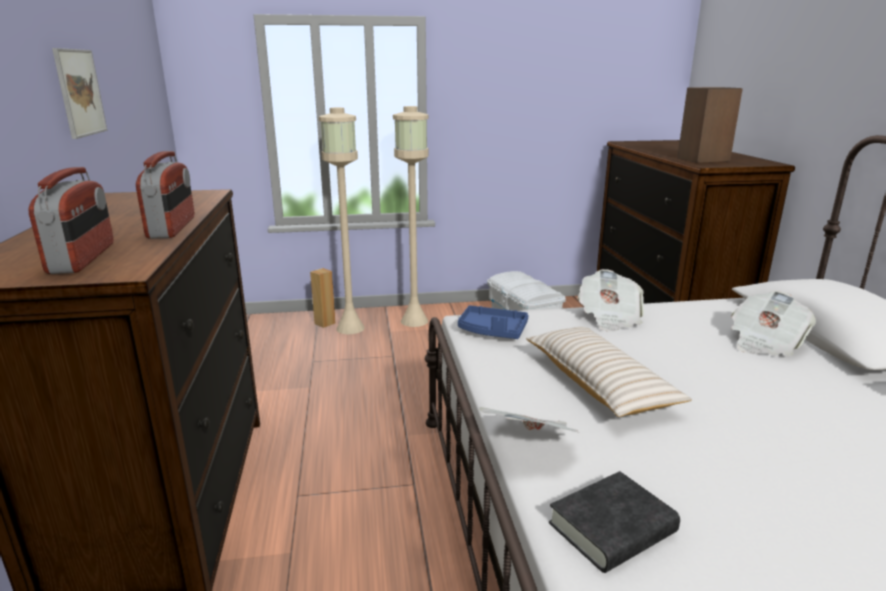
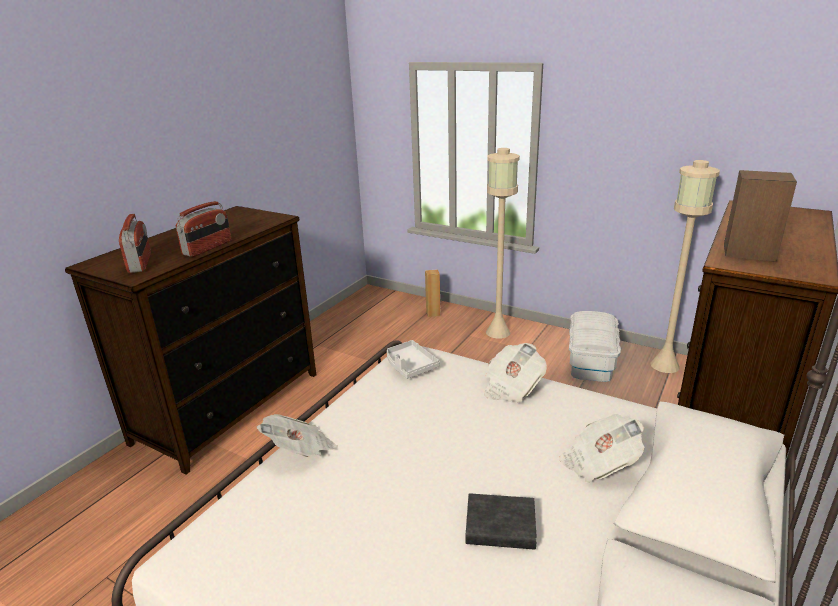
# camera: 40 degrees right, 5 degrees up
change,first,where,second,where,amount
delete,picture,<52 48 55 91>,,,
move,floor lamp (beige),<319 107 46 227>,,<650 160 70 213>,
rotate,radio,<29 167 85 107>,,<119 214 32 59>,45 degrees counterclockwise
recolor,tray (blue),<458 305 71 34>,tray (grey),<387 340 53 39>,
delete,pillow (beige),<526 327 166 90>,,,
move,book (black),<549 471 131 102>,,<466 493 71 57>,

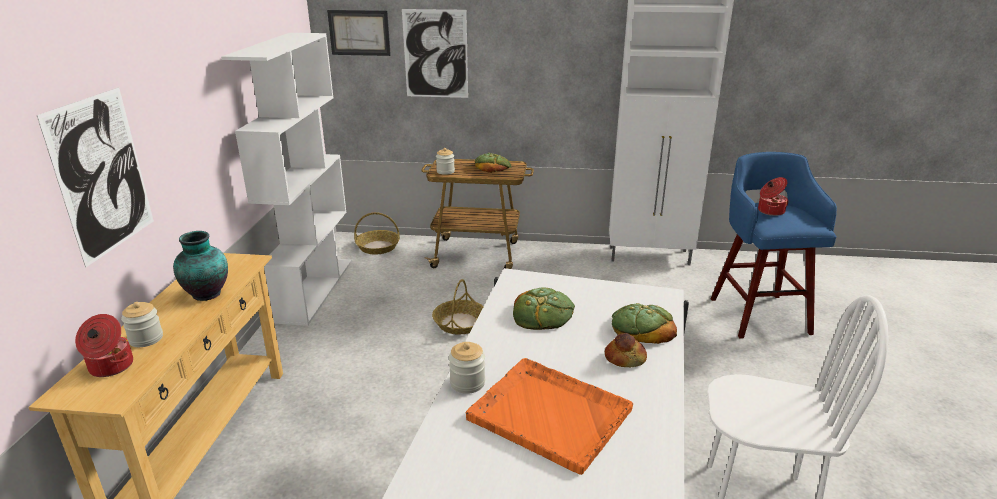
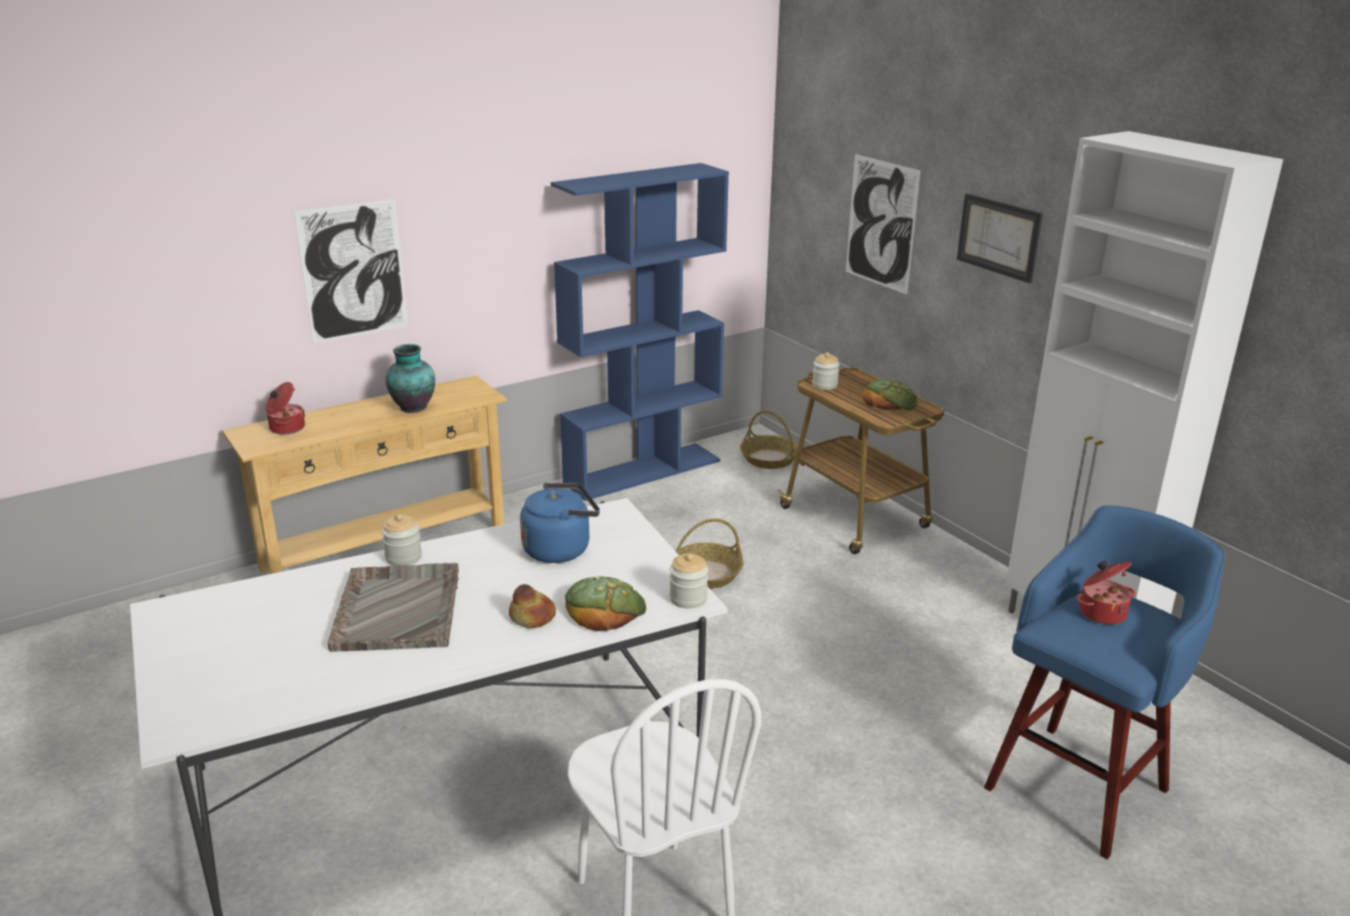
# camera: 50 degrees right, 0 degrees up
change,first,where,second,where,amount
move,picture,<327 10 64 46>,,<957 193 86 90>,
recolor,bookcase (white),<221 33 131 293>,bookcase (blue),<551 163 178 338>,
replace,bread,<513 287 62 43>,kettle (blue),<520 483 80 80>,
move,jar,<121 302 42 45>,,<669 553 39 56>,
recolor,tray (orange),<466 358 167 117>,tray (grey),<328 563 131 89>,

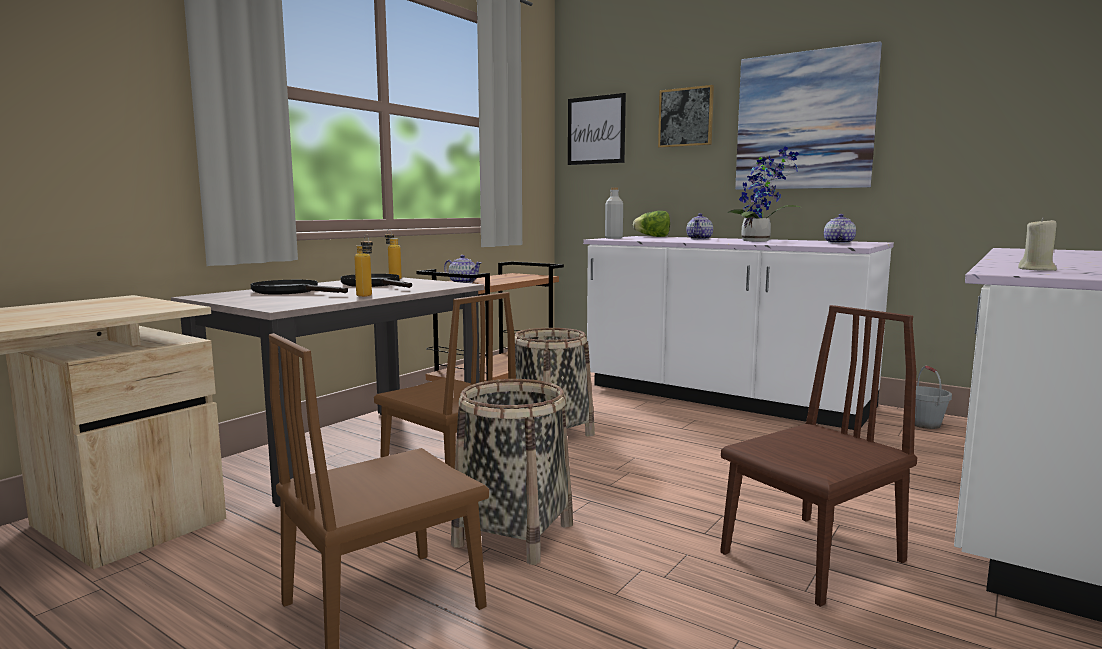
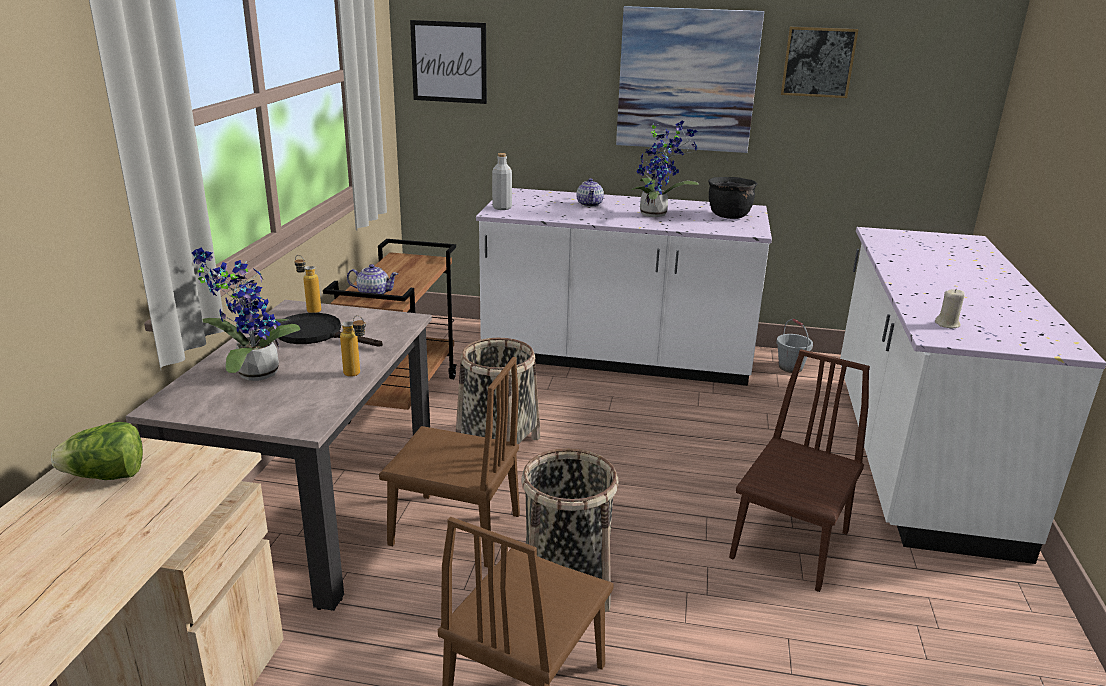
# camera: 25 degrees left, 15 degrees up
change,first,where,second,where,amount
move,picture,<658 85 56 63>,,<781 26 78 72>,
move,lettuce,<633 211 37 26>,,<51 422 92 58>,
replace,teapot,<824 214 32 29>,cooking pot (black),<708 177 49 42>,
replace,frying pan (black),<251 280 97 15>,potted plant,<192 248 108 133>,

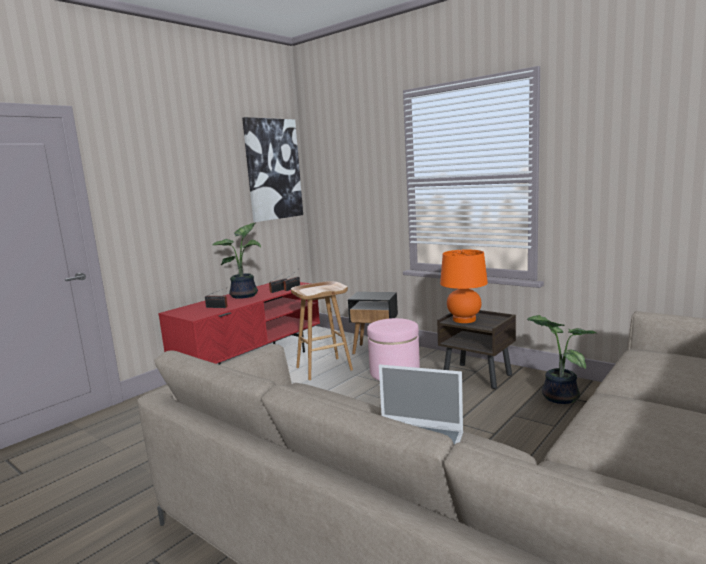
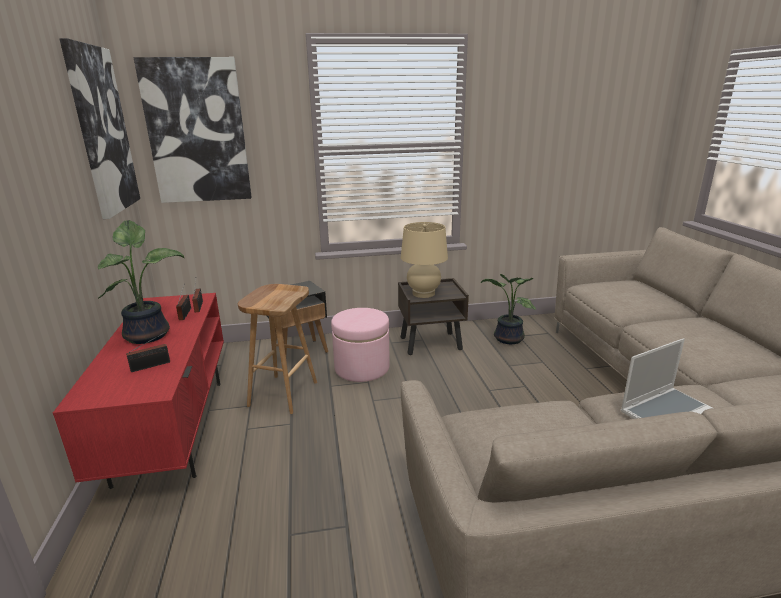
# camera: 50 degrees left, 10 degrees up
change,first,where,second,where,amount
recolor,table lamp (orange),<440 250 48 73>,table lamp (beige),<401 222 47 76>,
insert,,,picture,<133 57 119 146>,

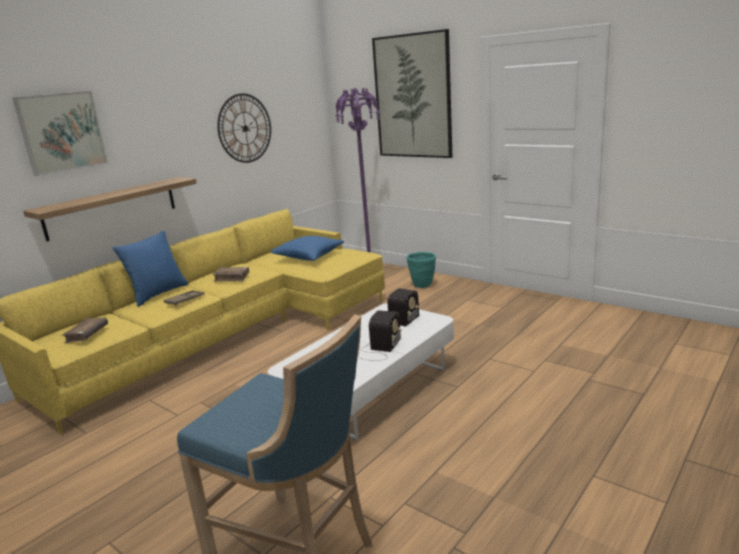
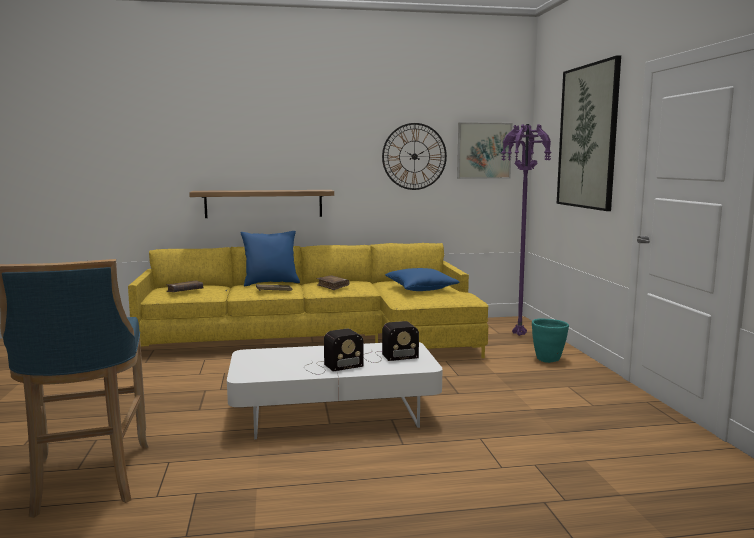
# camera: 40 degrees right, 10 degrees down
change,first,where,second,where,amount
move,picture,<13 91 95 85>,,<457 122 56 57>,

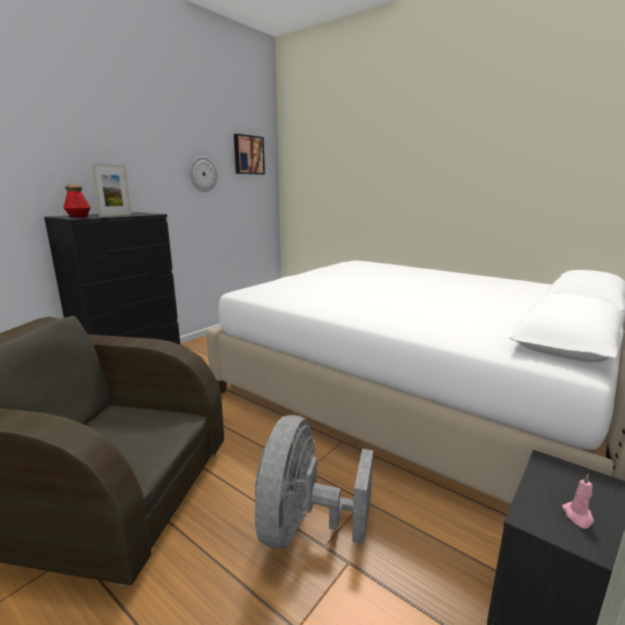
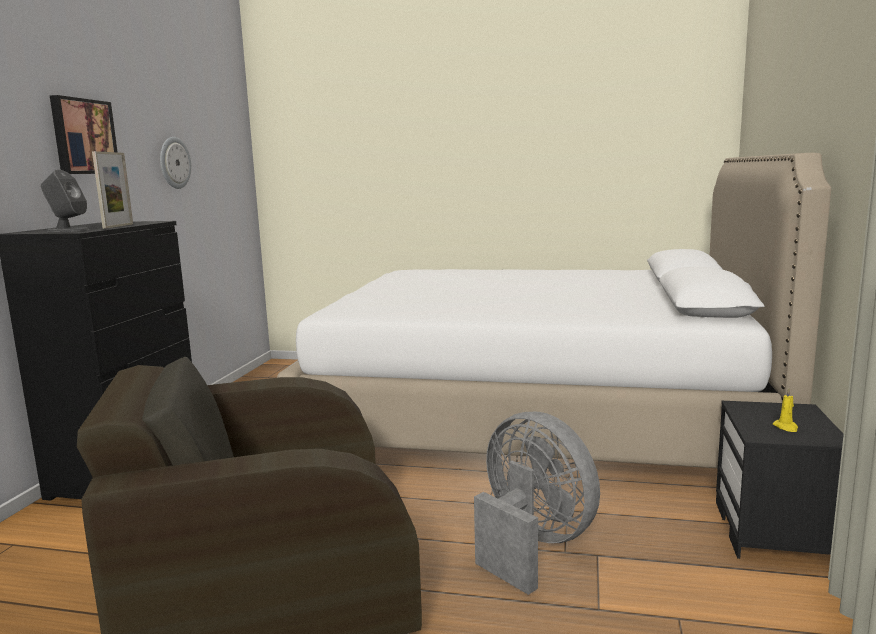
# camera: 25 degrees left, 5 degrees down
change,first,where,second,where,amount
move,picture,<234 134 31 41>,,<50 95 67 79>,
replace,bottle,<63 184 28 34>,speaker (grey),<41 170 48 62>,
rotate,fan (grey),<255 415 118 134>,,<474 412 126 183>,150 degrees clockwise
recolor,candle (pink),<562 474 32 55>,candle (yellow),<773 388 25 44>,

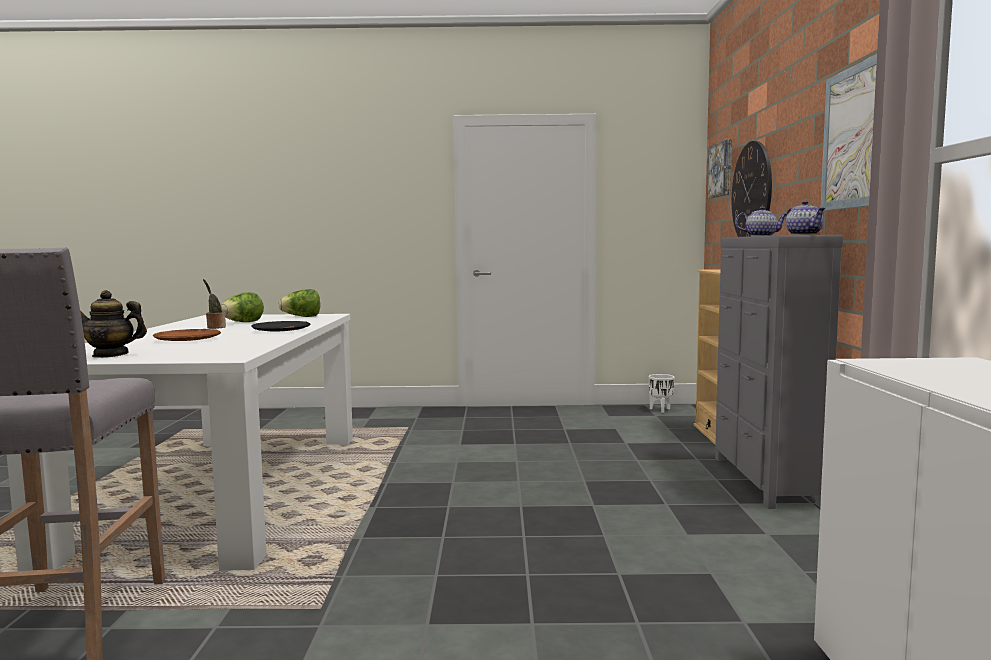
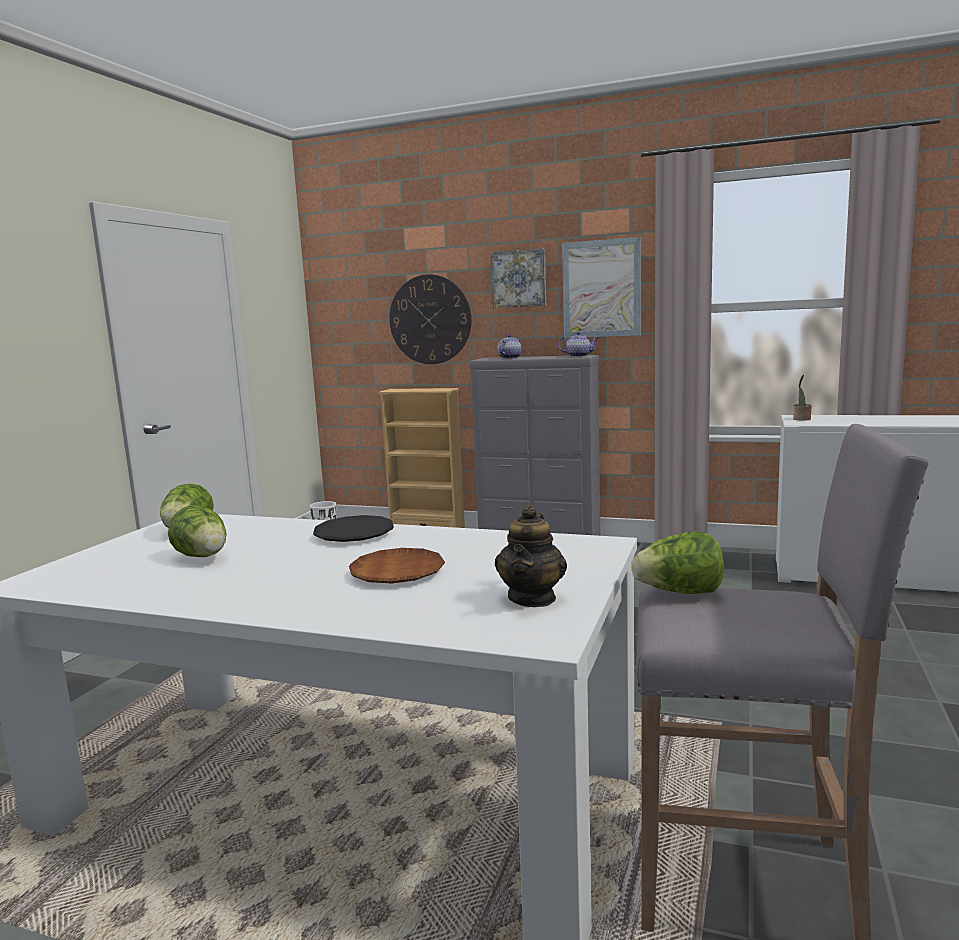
# camera: 70 degrees left, 5 degrees up
change,first,where,second,where,amount
move,picture,<707 139 25 59>,,<491 249 55 59>,
move,potted plant,<203 279 23 50>,,<793 375 19 46>,
insert,,,lettuce,<631 531 93 63>,

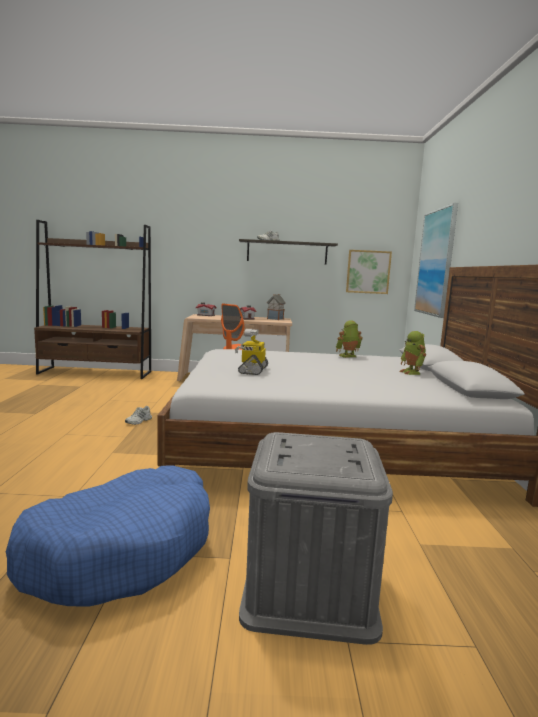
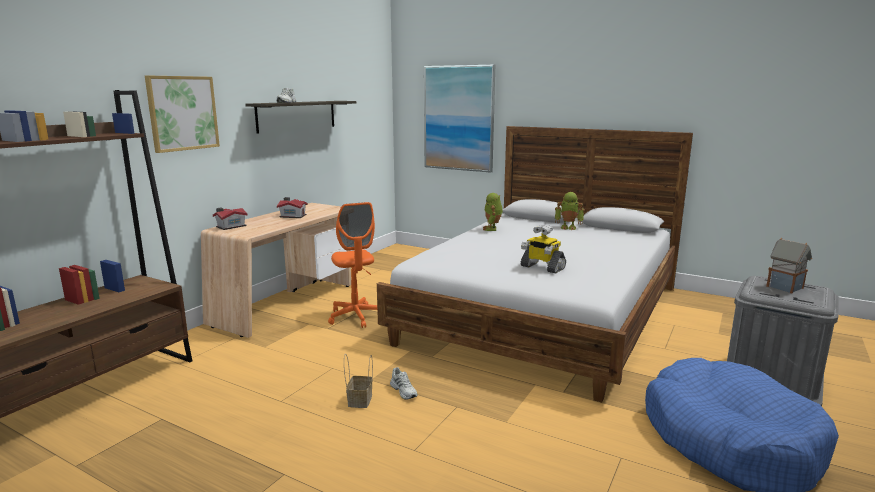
# camera: 60 degrees left, 5 degrees up
change,first,where,second,where,amount
move,picture,<346 250 46 44>,,<145 76 75 77>,
move,toy house,<267 294 18 26>,,<766 238 46 56>,
insert,,,basket,<344 354 29 54>,

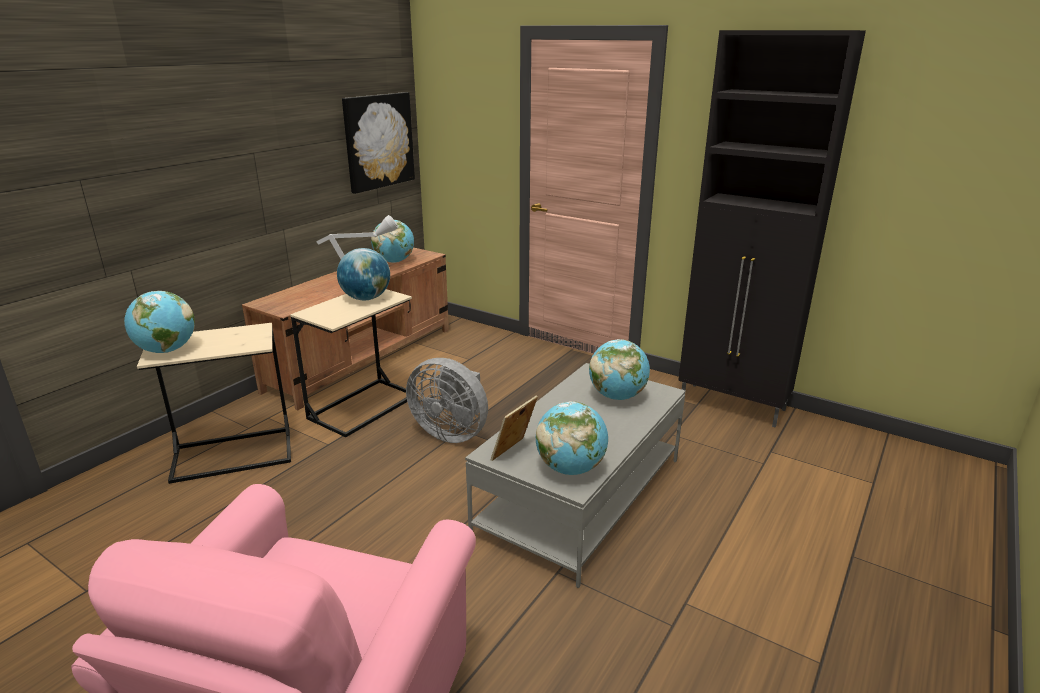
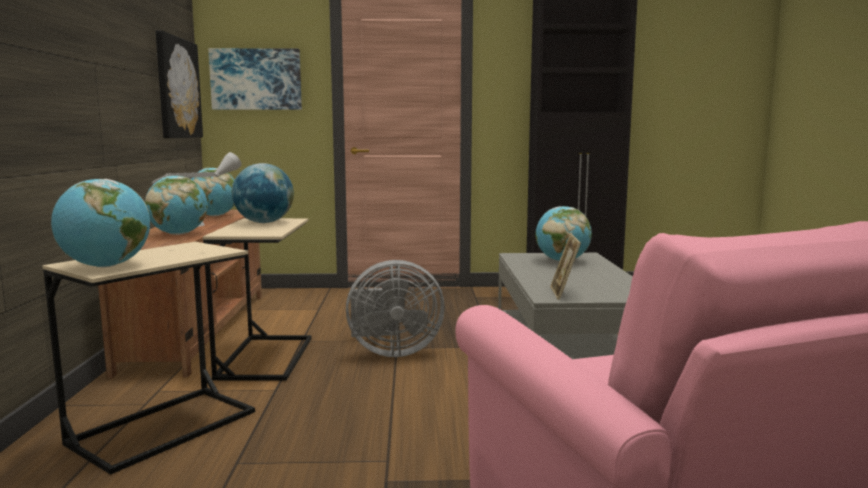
# camera: 35 degrees left, 15 degrees down
change,first,where,second,where,amount
move,globe,<536 401 72 74>,,<145 176 63 59>,
insert,,,picture,<208 48 94 62>,

